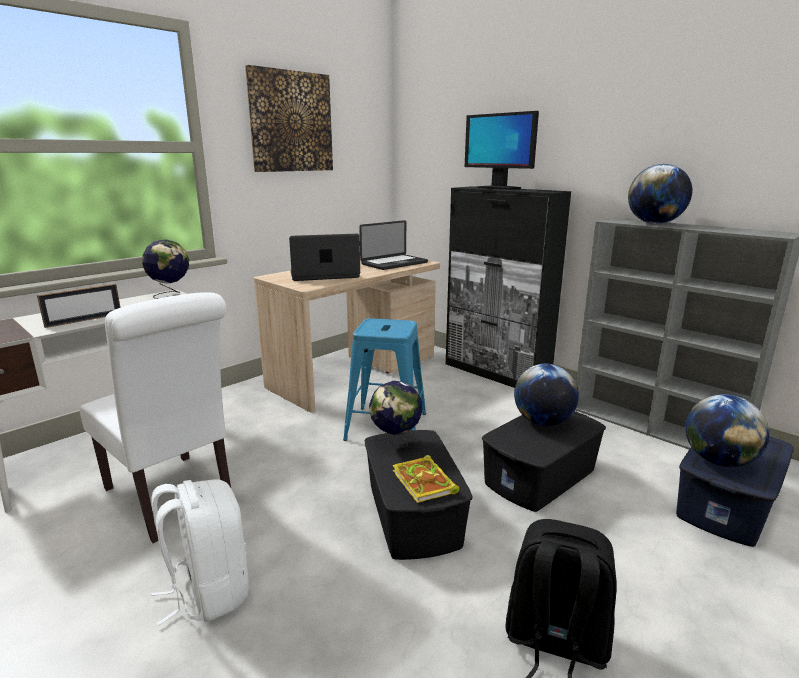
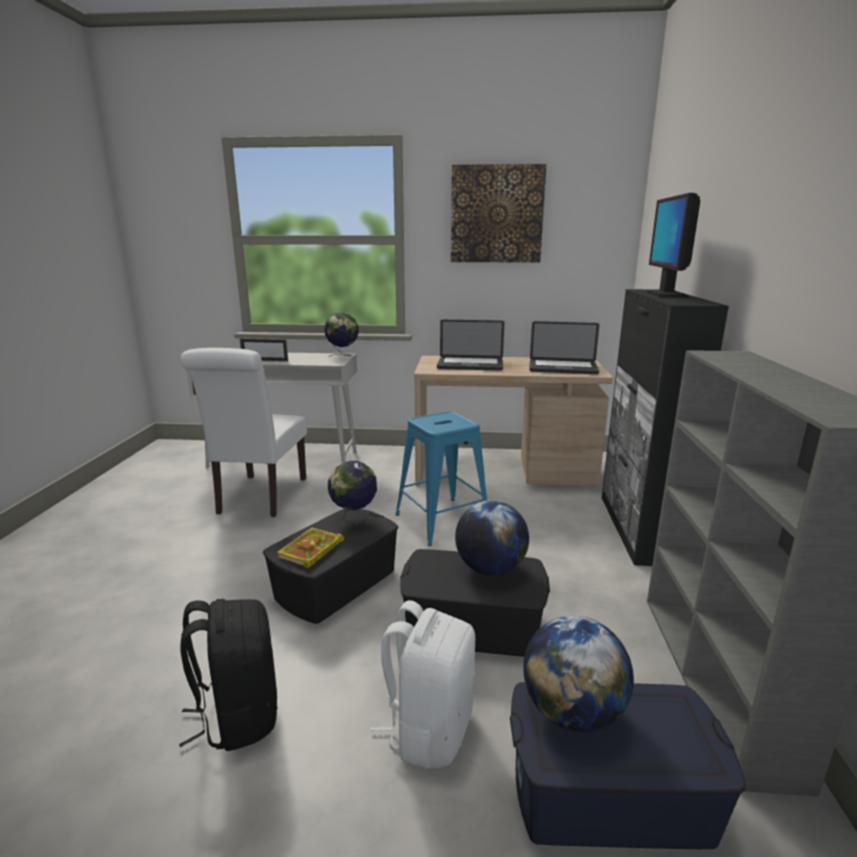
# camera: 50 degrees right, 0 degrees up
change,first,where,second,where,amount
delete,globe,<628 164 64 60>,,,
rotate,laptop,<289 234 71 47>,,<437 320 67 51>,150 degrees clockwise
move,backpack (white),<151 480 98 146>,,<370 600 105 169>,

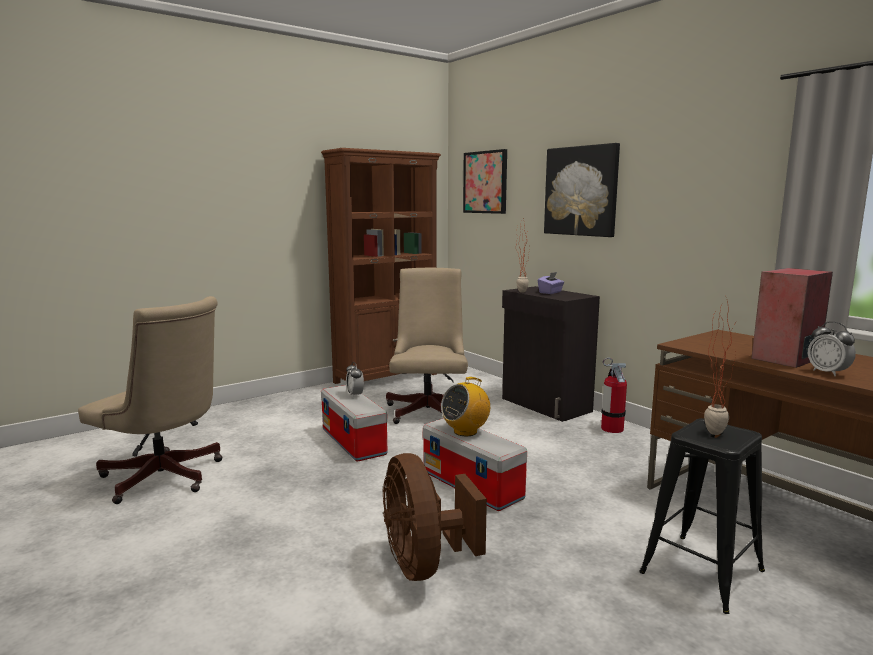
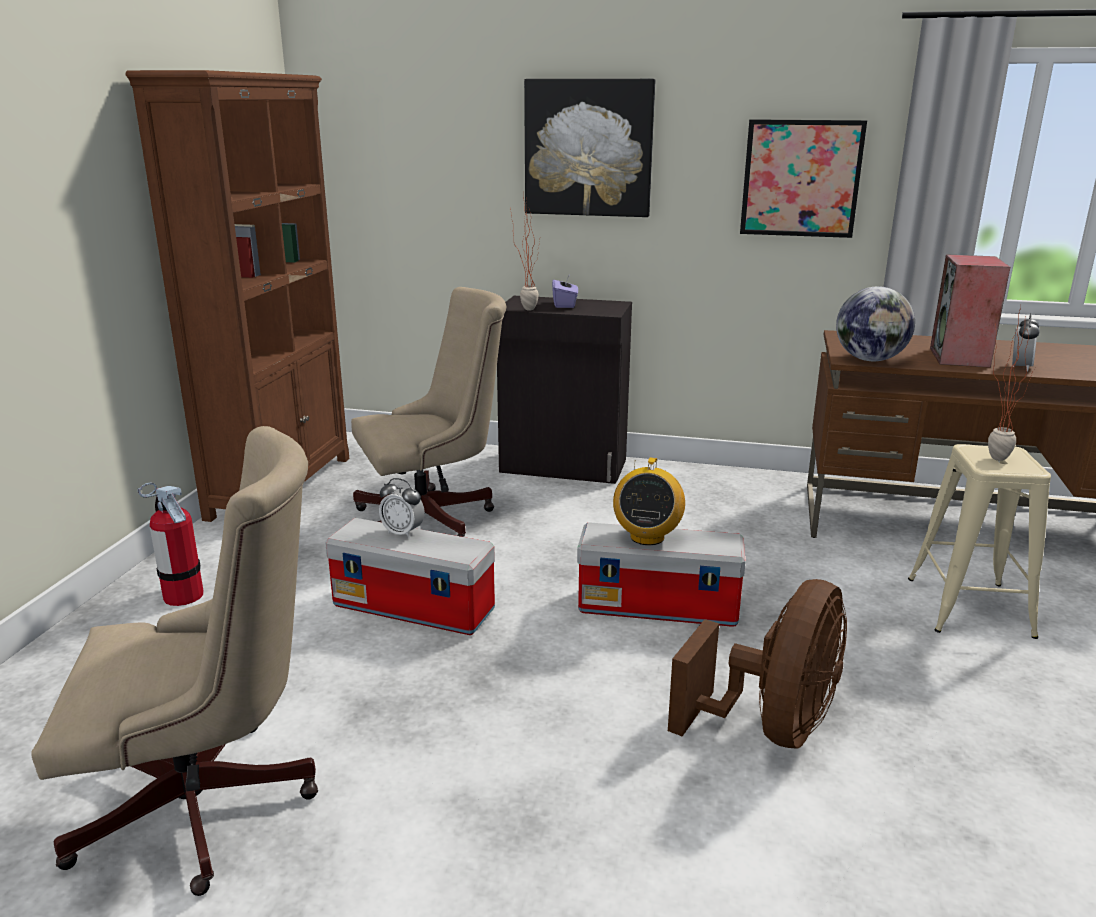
# camera: 40 degrees left, 10 degrees up
change,first,where,second,where,amount
move,picture,<463 149 44 65>,,<740 119 127 119>,
rotate,office chair (beige),<386 268 82 156>,,<351 287 156 250>,105 degrees clockwise
rotate,alarm clock,<808 321 48 55>,,<1012 313 28 58>,90 degrees counterclockwise
move,fire extinguisher,<601 358 26 75>,,<138 482 66 124>,
recolor,stool (black),<639 418 126 196>,stool (beige),<908 444 143 195>,
rotate,fan (brown),<383 453 104 128>,,<668 579 179 170>,90 degrees counterclockwise
insert,,,globe,<836 286 79 75>,

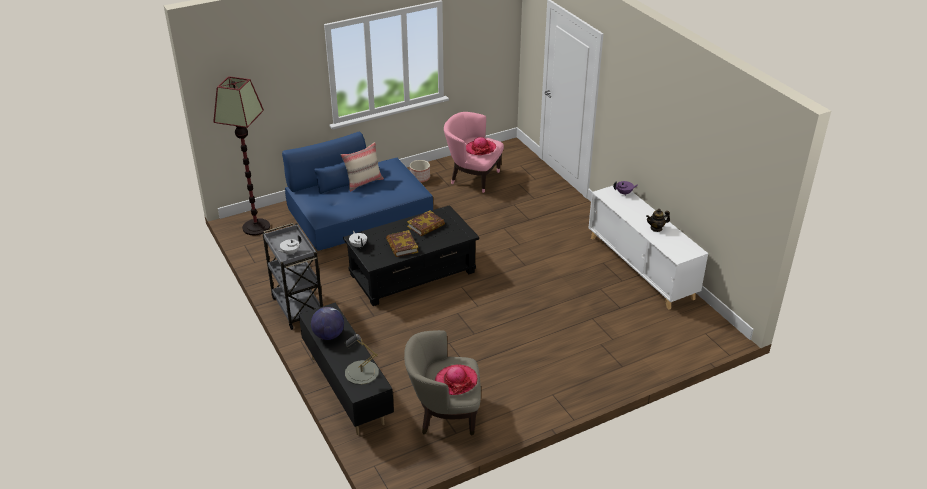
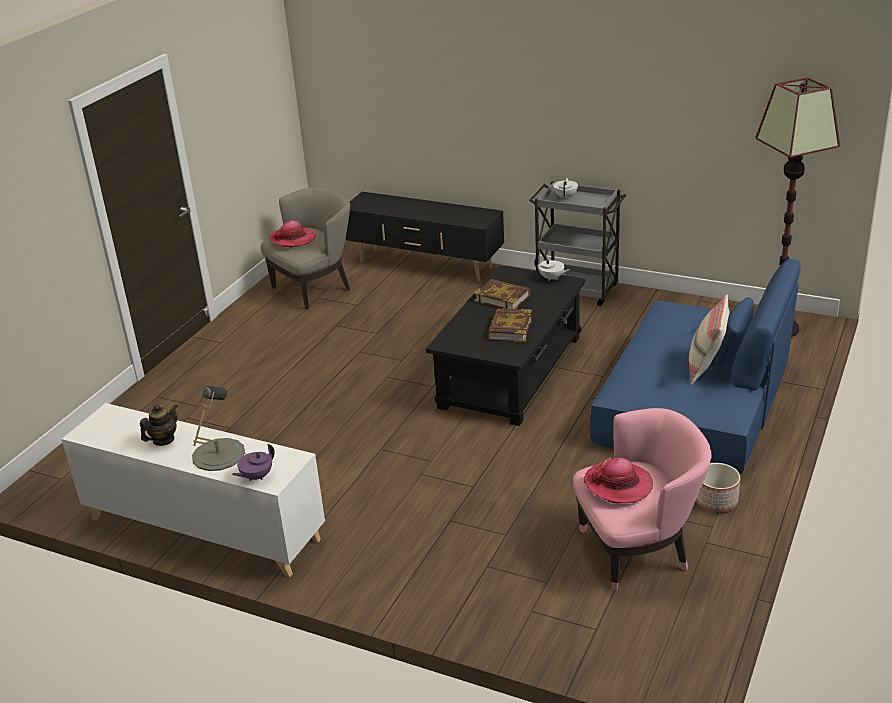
# camera: 145 degrees right, 5 degrees down
change,first,where,second,where,amount
delete,globe,<311 307 33 33>,,,
move,table lamp (grey),<344 334 35 51>,,<192 386 53 85>,

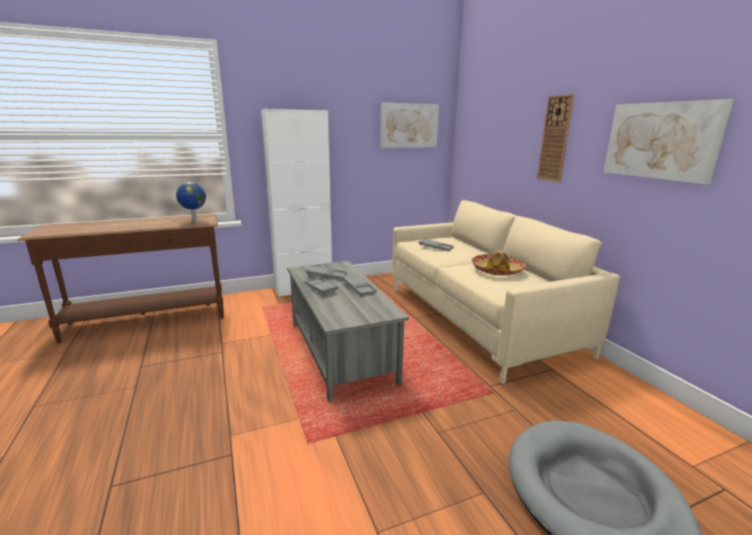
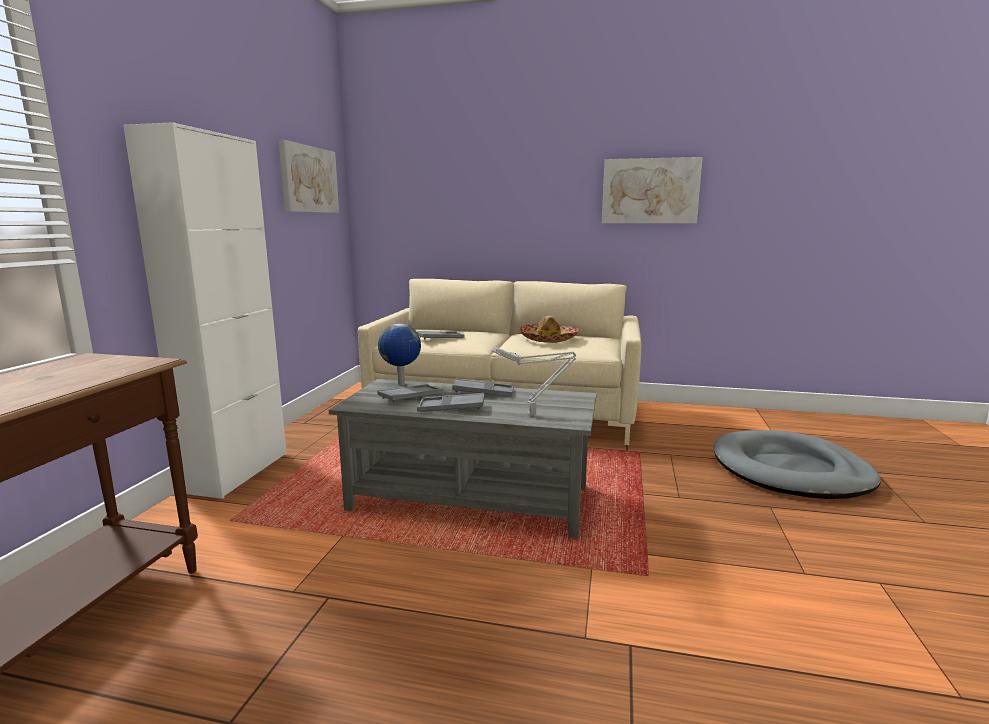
# camera: 55 degrees left, 5 degrees down
change,first,where,second,where,amount
delete,wall clock,<537 94 38 88>,,,
move,globe,<176 182 30 40>,,<378 323 43 62>,
insert,,,table lamp (grey),<492 346 84 70>,

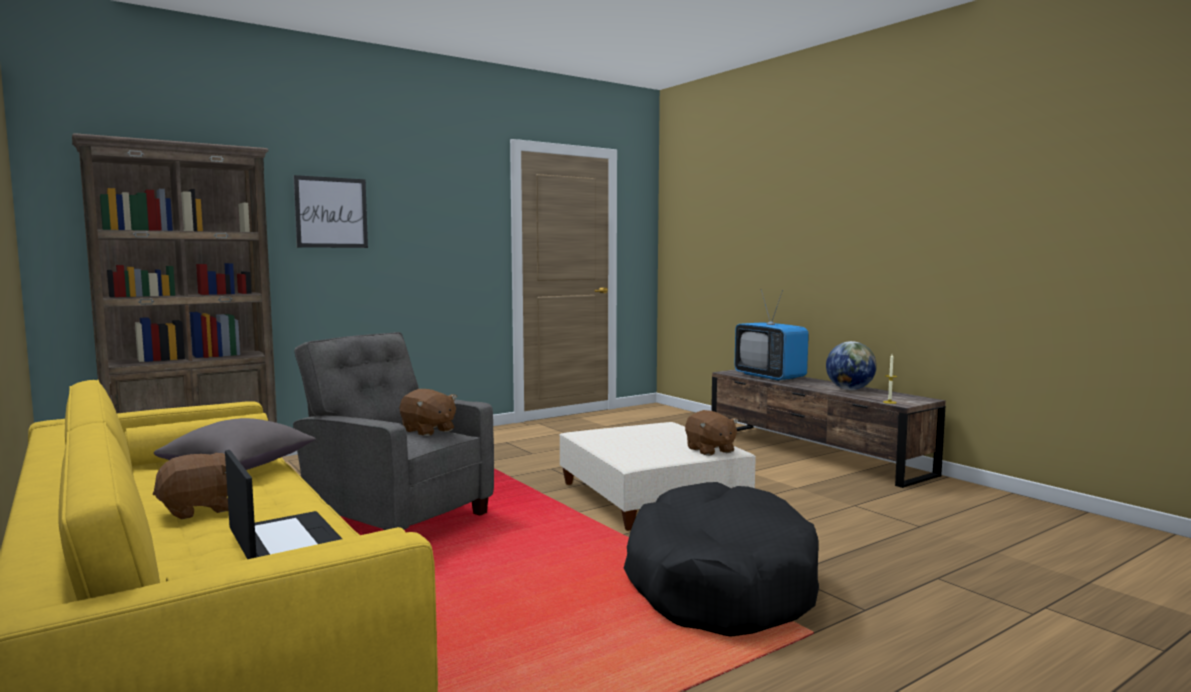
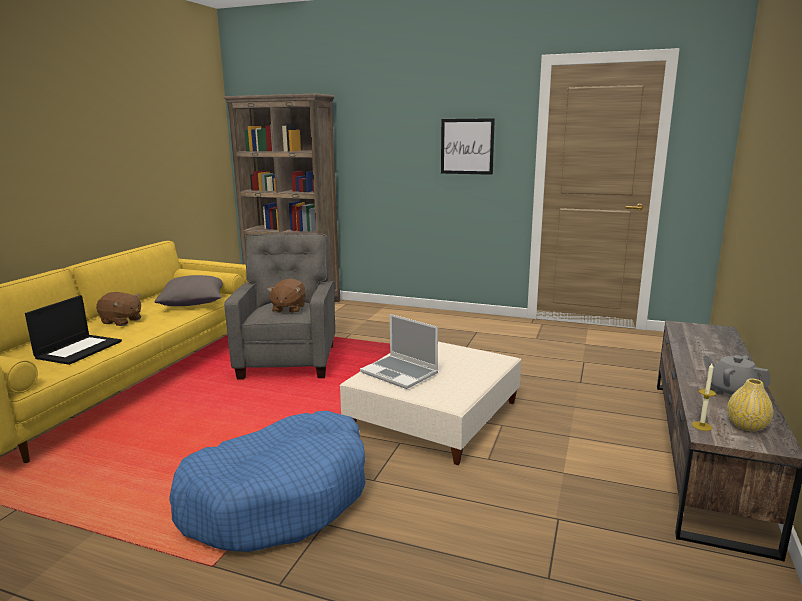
# camera: 55 degrees right, 10 degrees up
change,first,where,second,where,amount
move,picture,<293 175 75 73>,,<441 118 54 57>,
delete,television,<734 289 75 92>,,,
replace,globe,<826 341 51 49>,teapot (grey),<703 355 68 40>,
delete,plush toy (brown),<685 410 54 46>,,,
recolor,dog bed (black),<624 482 195 155>,dog bed (blue),<169 411 197 141>,
insert,,,laptop,<360 314 78 75>,
insert,,,vase (yellow),<727 379 46 53>,

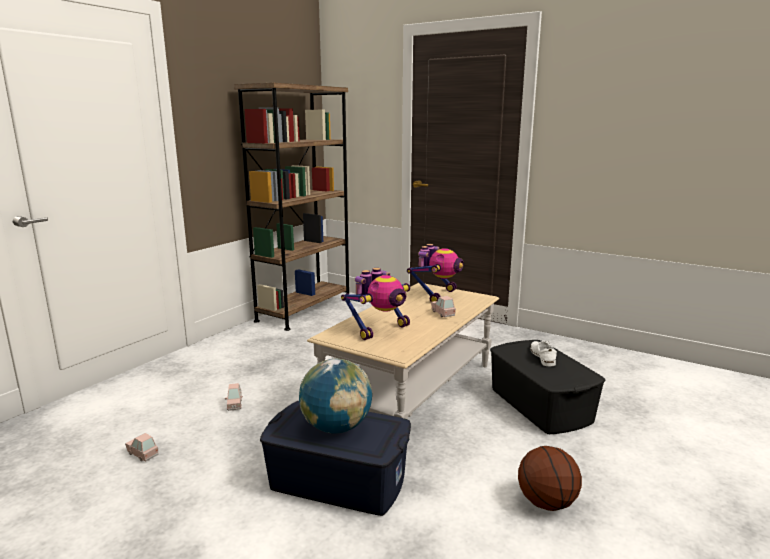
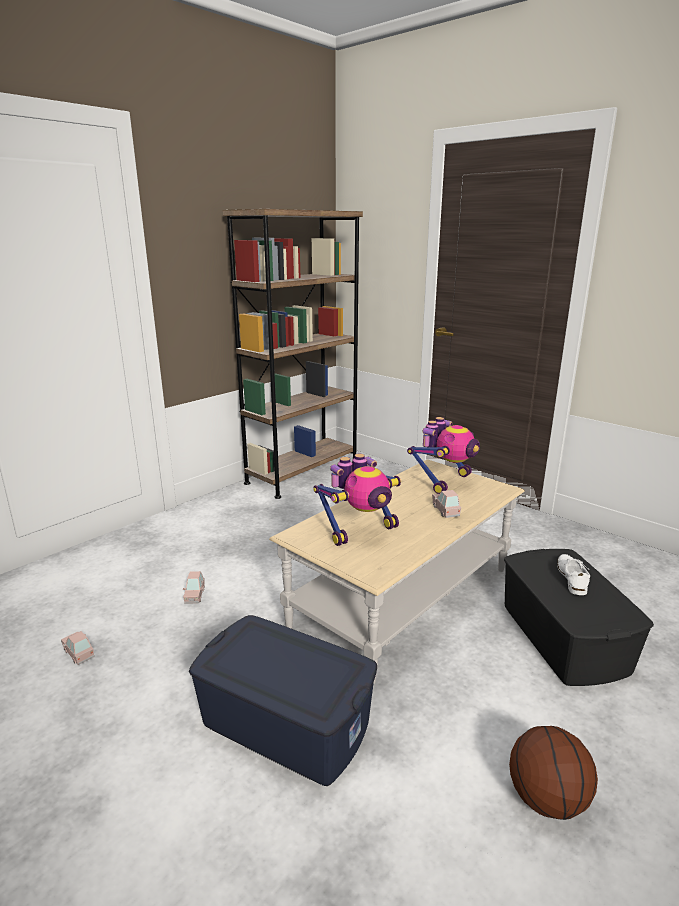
# camera: 10 degrees right, 5 degrees up
change,first,where,second,where,amount
delete,globe,<299 359 73 74>,,,

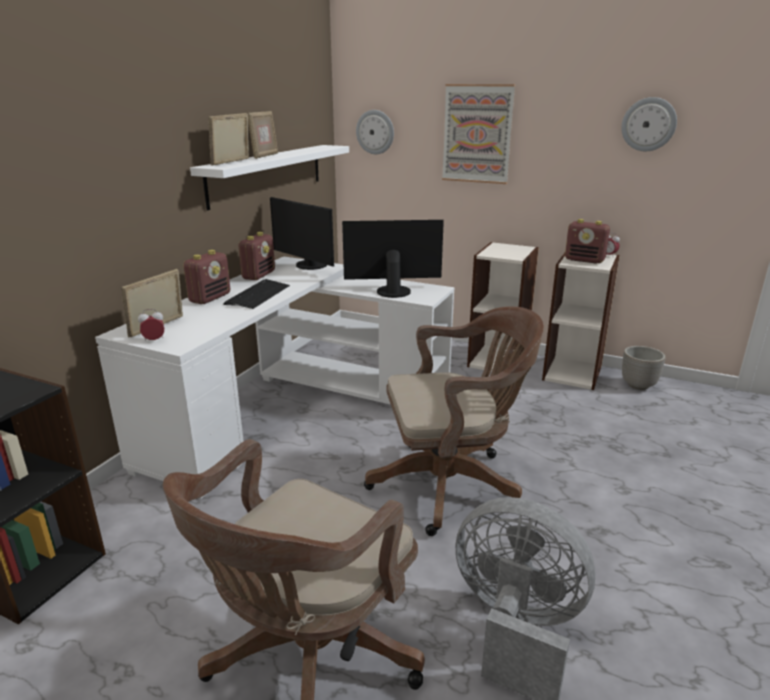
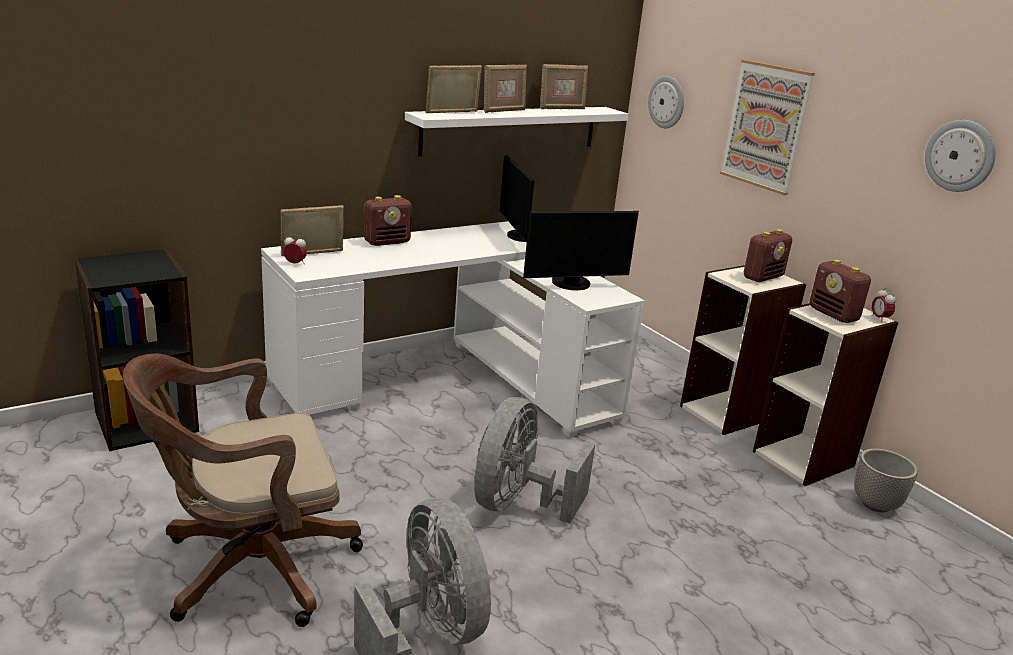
# camera: 30 degrees right, 0 degrees up
change,first,where,second,where,amount
rotate,monitor,<342 220 102 78>,,<523 211 116 79>,135 degrees clockwise
move,radio,<238 232 37 48>,,<744 229 48 53>,
delete,keyboard,<223 279 67 30>,,,
replace,office chair (brown),<364 306 180 230>,fan (grey),<474 397 121 126>,
insert,,,picture frame,<540 64 48 45>,

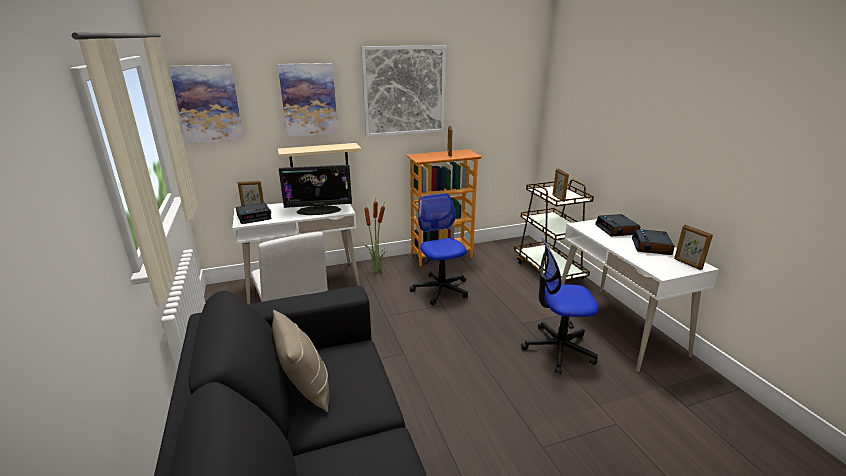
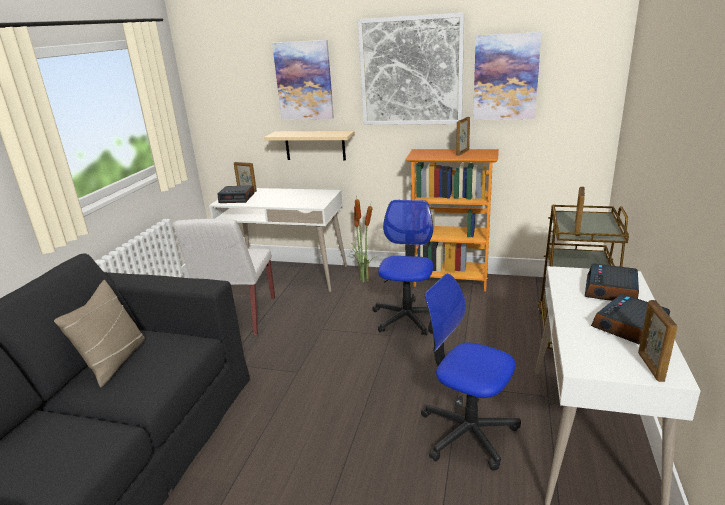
# camera: 35 degrees right, 0 degrees up
change,first,where,second,where,amount
move,picture,<169 65 75 78>,,<473 32 69 88>,
delete,monitor,<279 165 73 50>,,,

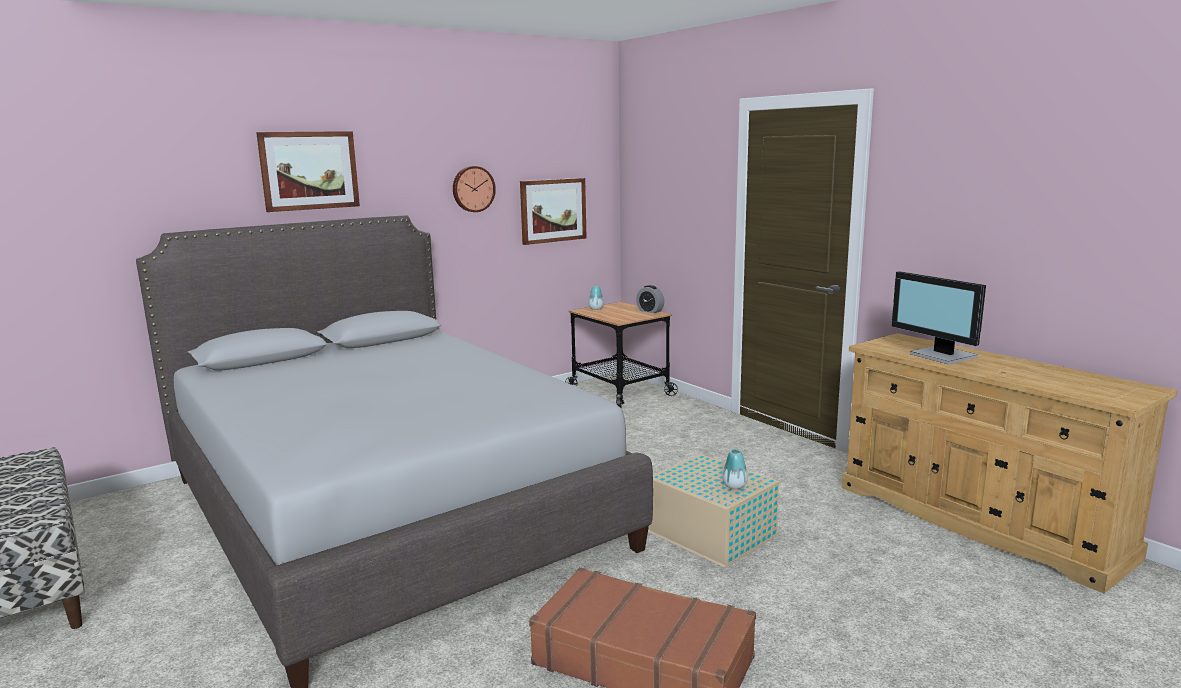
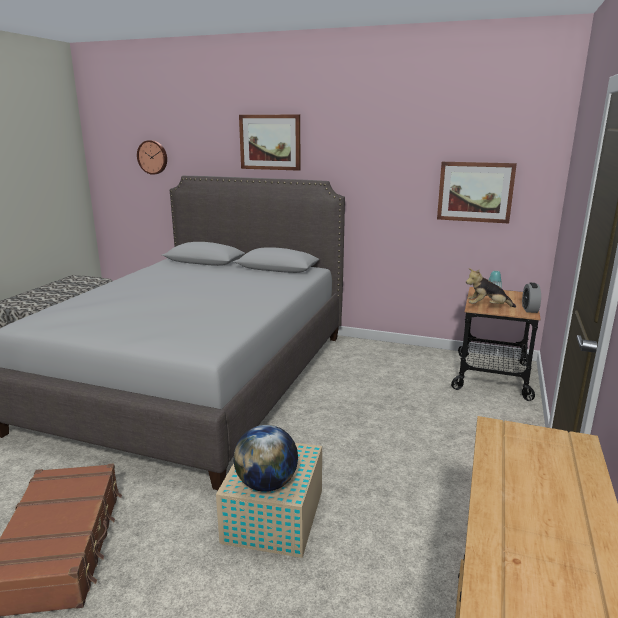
# camera: 55 degrees right, 5 degrees up
change,first,where,second,where,amount
move,wall clock,<453 166 43 46>,,<137 140 30 35>,
delete,monitor,<892 271 94 93>,,,
replace,vase,<722 449 26 40>,globe,<234 425 64 67>,
insert,,,plush toy,<466 268 50 40>,

